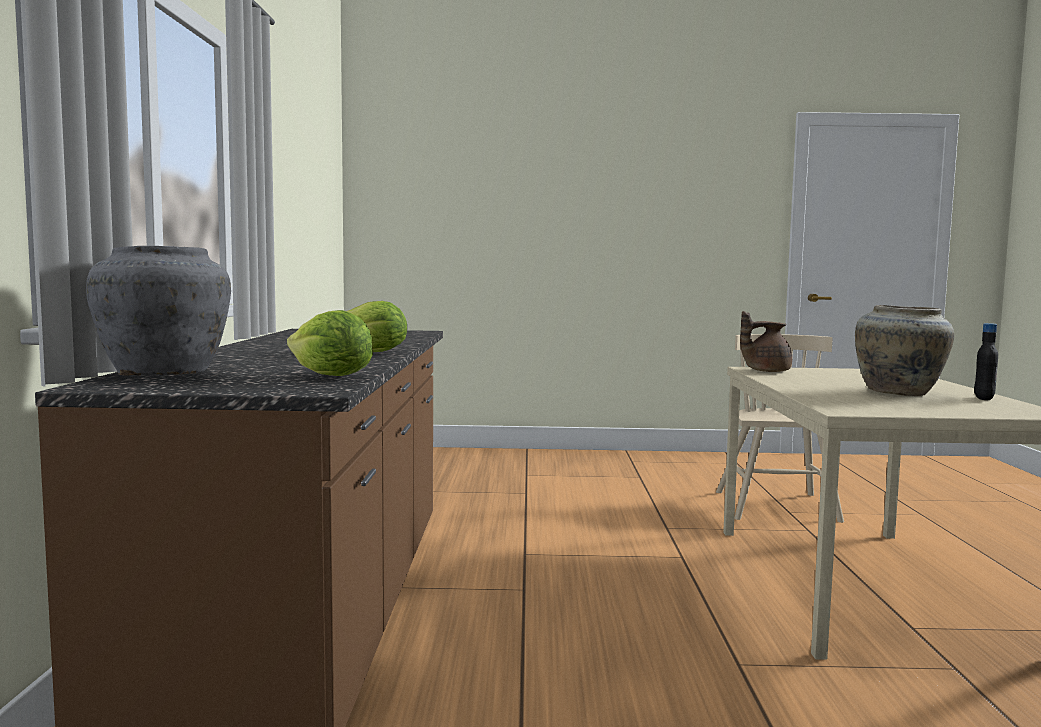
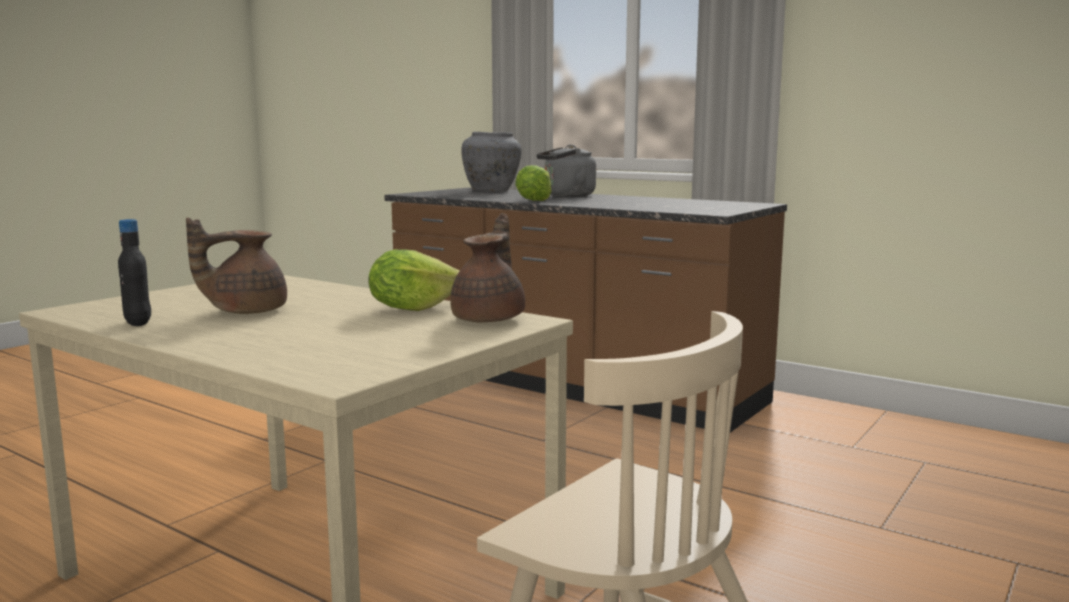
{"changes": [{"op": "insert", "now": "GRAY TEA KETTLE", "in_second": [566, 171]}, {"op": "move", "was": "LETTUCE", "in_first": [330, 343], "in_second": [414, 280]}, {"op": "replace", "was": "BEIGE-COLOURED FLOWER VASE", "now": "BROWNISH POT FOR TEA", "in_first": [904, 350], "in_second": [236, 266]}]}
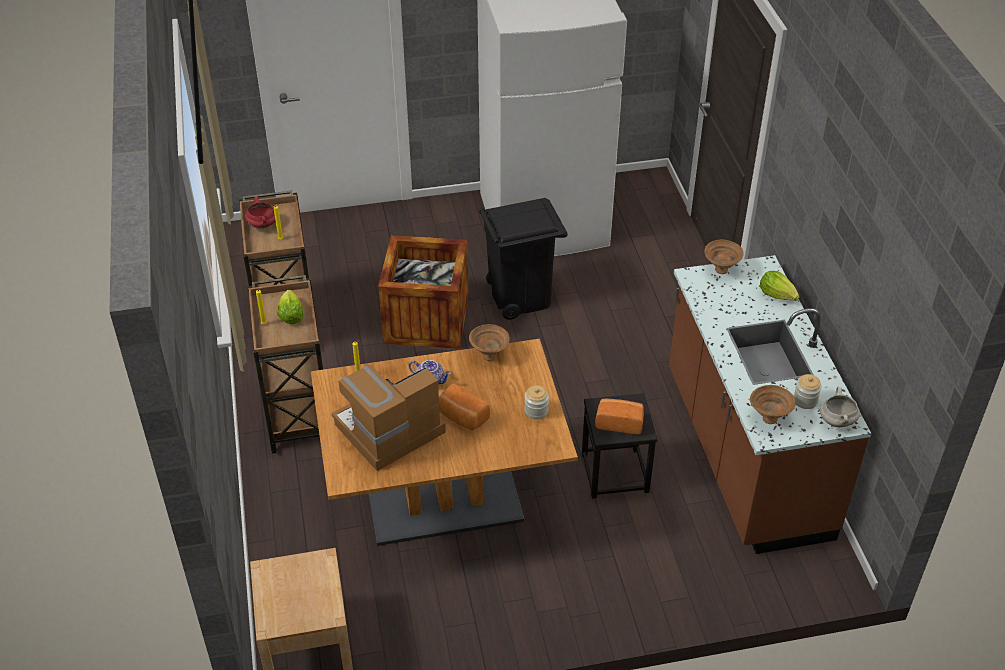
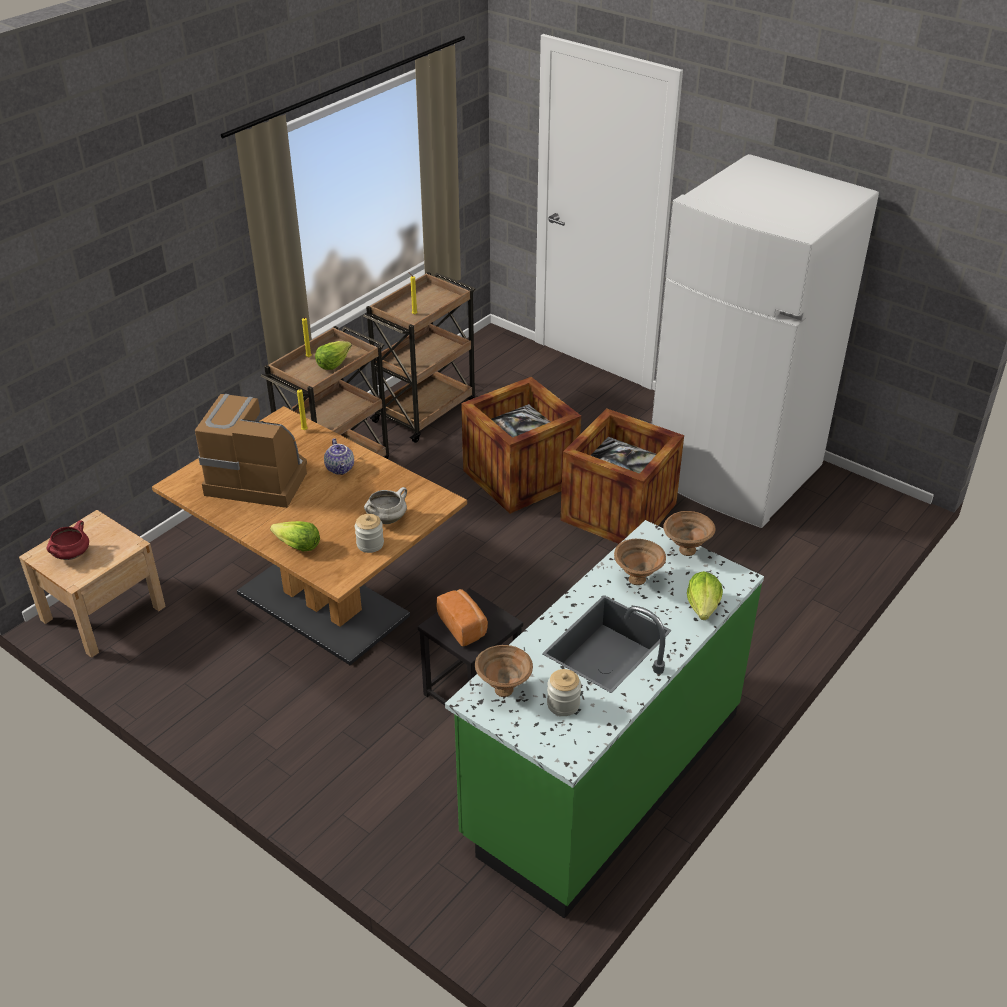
{"changes": [{"op": "delete", "was": "BAKED BREAD", "in_first": [464, 406]}, {"op": "insert", "now": "LETTUCE", "in_second": [295, 536]}, {"op": "move", "was": "RED-COLOURED SAUCEPOT", "in_first": [260, 212], "in_second": [68, 540]}, {"op": "move", "was": "BROWNISH DEEP DISH", "in_first": [489, 342], "in_second": [640, 562]}, {"op": "move", "was": "WHITISH SAUCEPOT", "in_first": [840, 407], "in_second": [385, 505]}, {"op": "replace", "was": "BLACKISH WASTE BIN", "now": "CRATE", "in_first": [523, 259], "in_second": [622, 476]}, {"op": "recolor", "was": "BROWNISH KITCHEN BASE UNIT", "now": "GREEN-COLOURED KITCHEN BASE UNIT", "in_first": [770, 404], "in_second": [604, 719]}]}
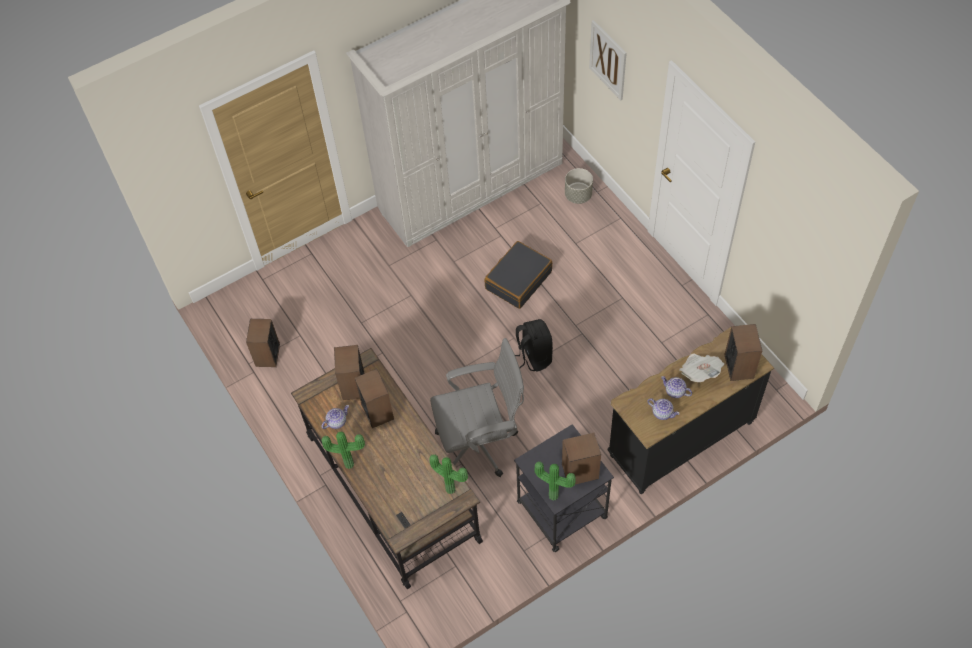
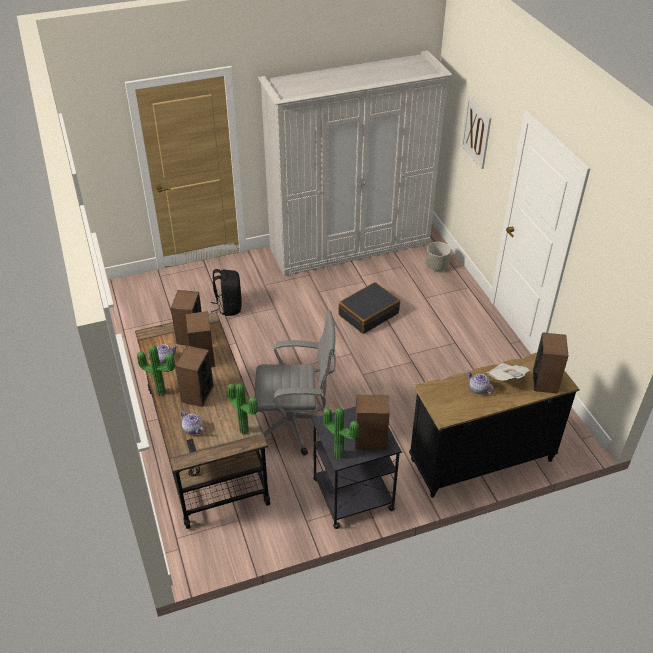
{"changes": [{"op": "move", "was": "LOUDSPEAKER", "in_first": [263, 343], "in_second": [194, 376]}, {"op": "move", "was": "BLACKISH BACKPACK", "in_first": [534, 345], "in_second": [226, 292]}, {"op": "move", "was": "POT FOR TEA", "in_first": [663, 409], "in_second": [192, 423]}]}
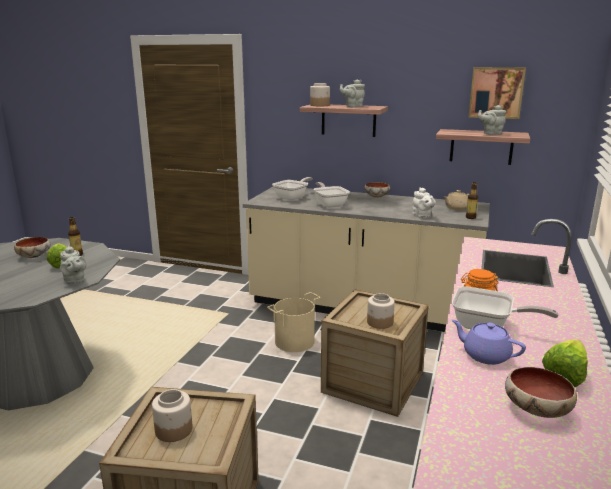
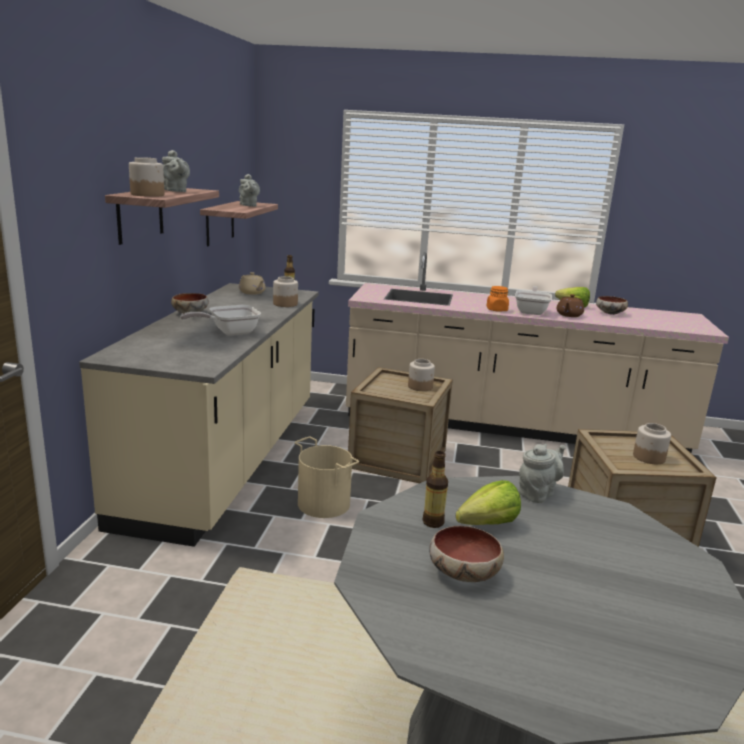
{"changes": [{"op": "delete", "was": "PAN", "in_first": [292, 188]}, {"op": "delete", "was": "WALL ART", "in_first": [497, 93]}, {"op": "replace", "was": "WHITISH POT FOR TEA", "now": "STORAGE JAR", "in_first": [424, 202], "in_second": [285, 291]}, {"op": "recolor", "was": "PURPLE-COLOURED POT FOR TEA", "now": "BROWNISH POT FOR TEA", "in_first": [489, 342], "in_second": [570, 305]}]}
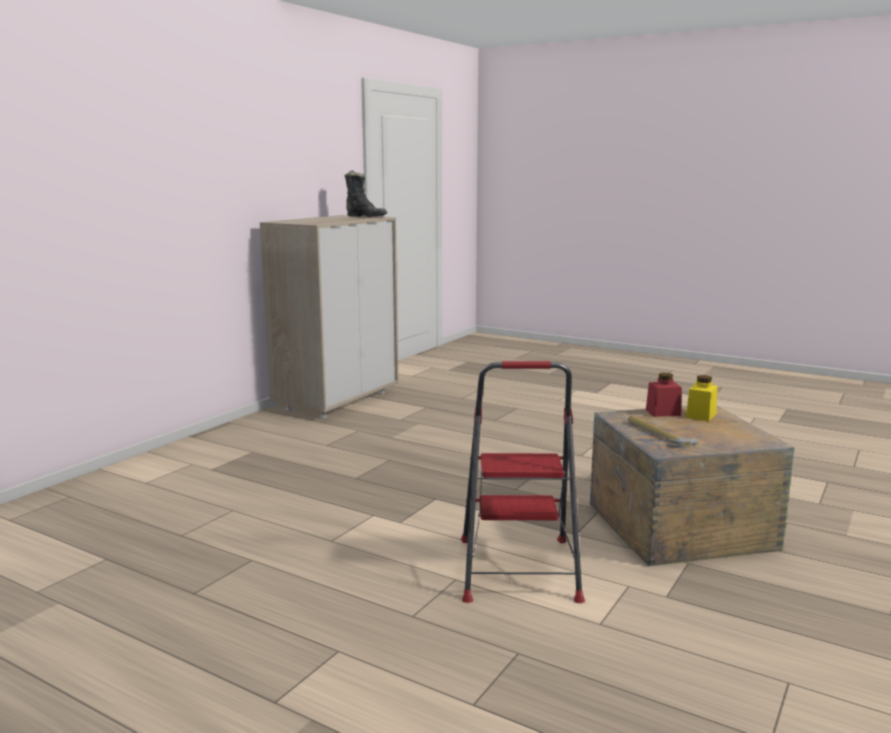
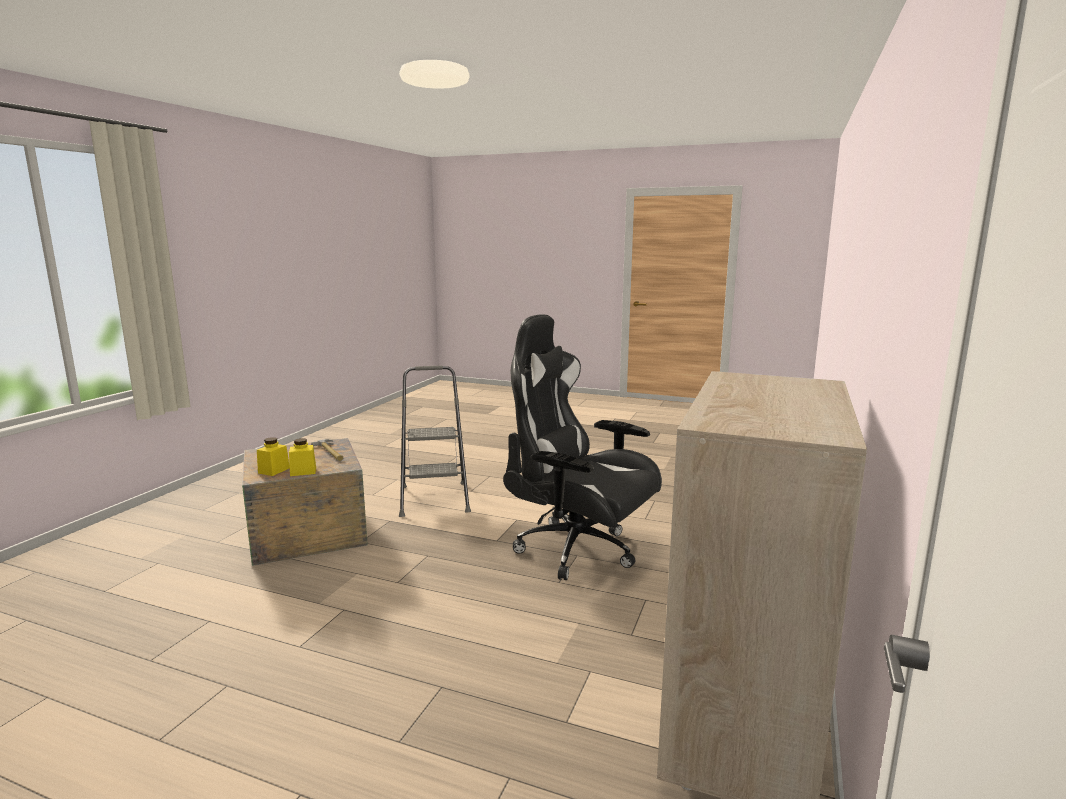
{"changes": [{"op": "delete", "was": "BLACKISH TALL BOOT", "in_first": [365, 193]}, {"op": "insert", "now": "BLACKISH OFFICE CHAIR", "in_second": [582, 447]}, {"op": "recolor", "was": "RED-COLOURED STEP STOOL", "now": "GRAY STEP STOOL", "in_first": [523, 482], "in_second": [435, 441]}, {"op": "recolor", "was": "RED-COLOURED STORAGE JAR", "now": "YELLOWISH STORAGE JAR", "in_first": [664, 395], "in_second": [302, 457]}]}
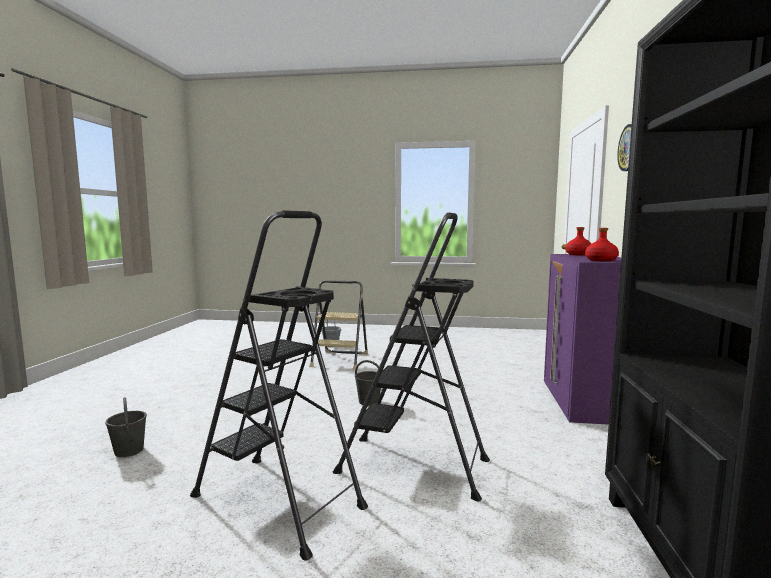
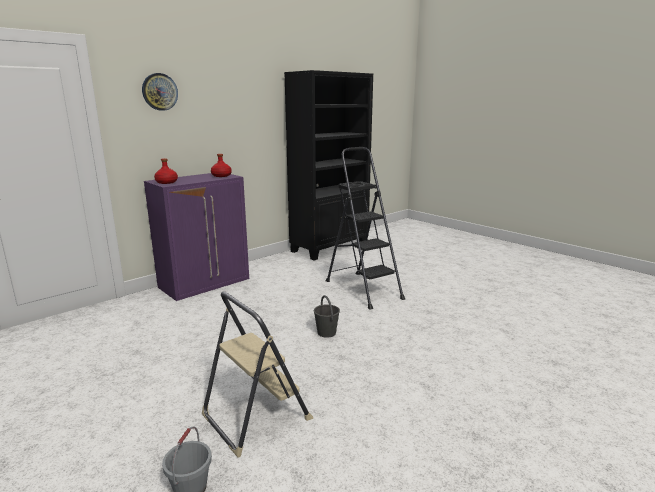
{"changes": [{"op": "delete", "was": "GRAY PAIL", "in_first": [126, 427]}, {"op": "delete", "was": "STEP STOOL", "in_first": [279, 385]}]}
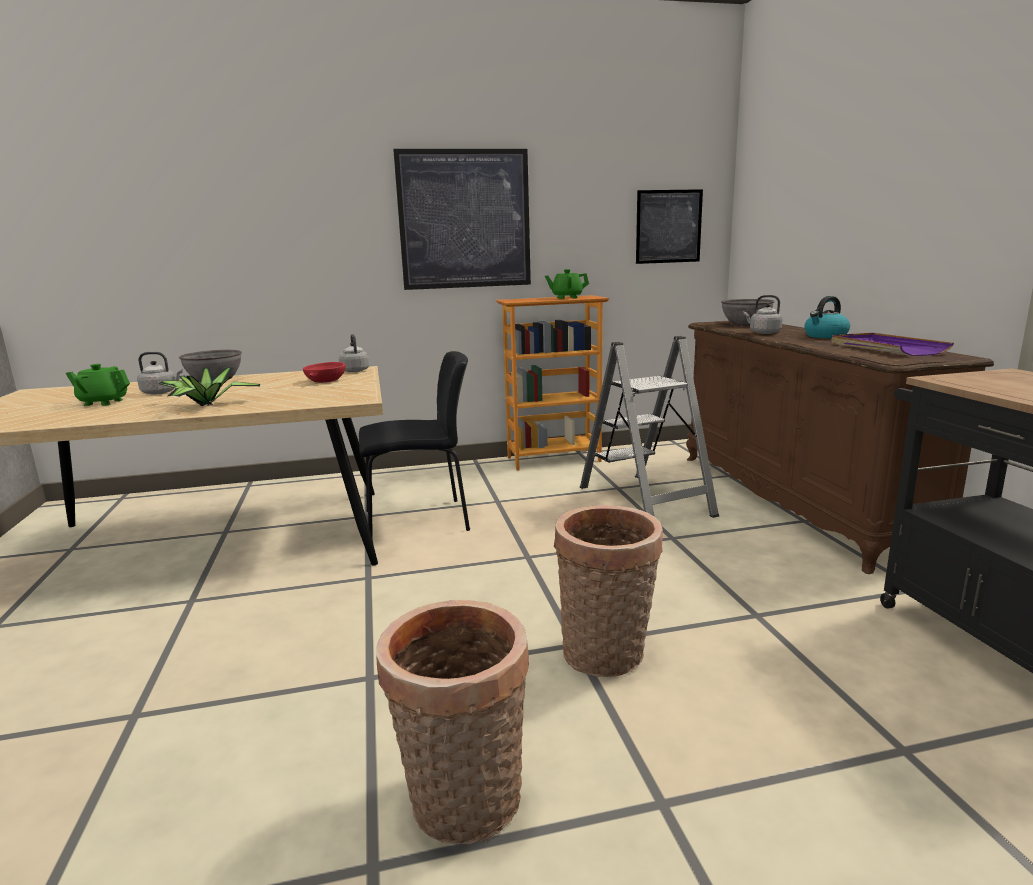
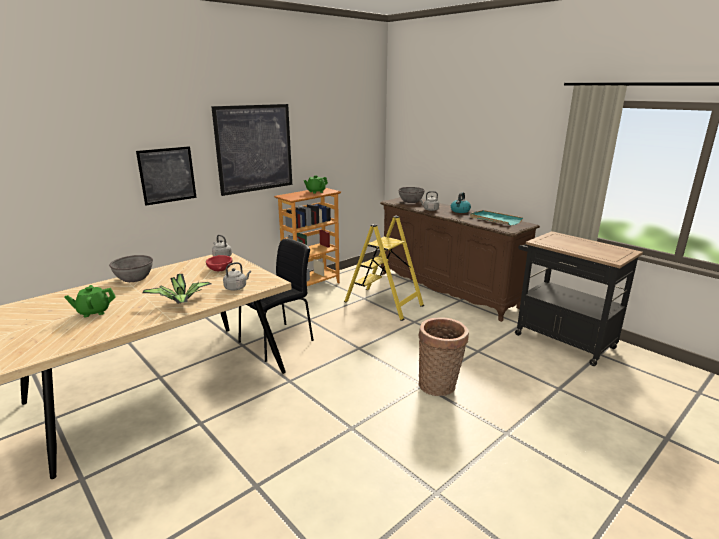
{"changes": [{"op": "delete", "was": "BASKET", "in_first": [452, 722]}, {"op": "move", "was": "GRAY TEA KETTLE", "in_first": [160, 373], "in_second": [237, 276]}, {"op": "move", "was": "WALL ART", "in_first": [669, 226], "in_second": [166, 176]}, {"op": "recolor", "was": "GRAY STEP STOOL", "now": "YELLOWISH STEP STOOL", "in_first": [649, 427], "in_second": [384, 268]}, {"op": "recolor", "was": "PURPLE-COLOURED TRAY", "now": "TURQUOISE-COLOURED TRAY", "in_first": [893, 344], "in_second": [496, 218]}]}
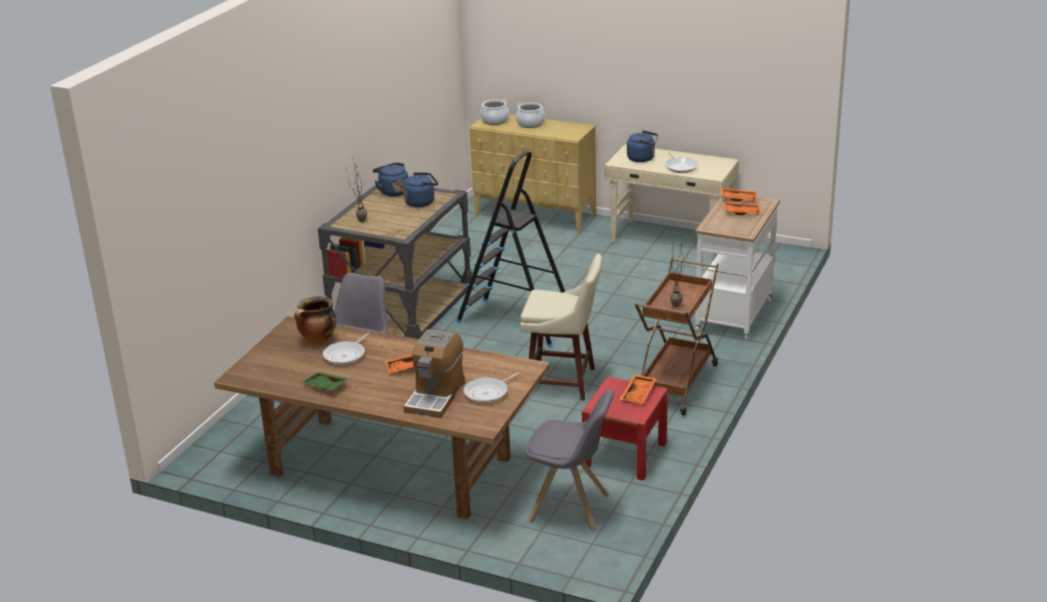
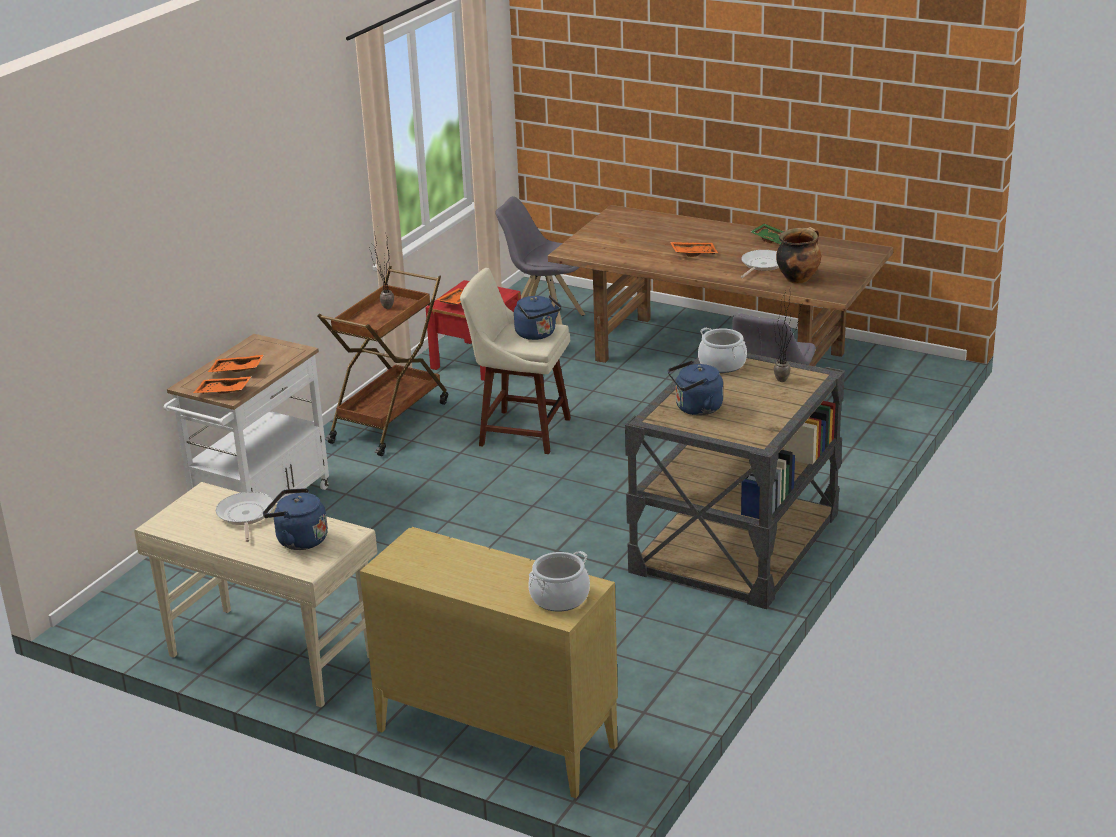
{"changes": [{"op": "delete", "was": "COFFEE MAKER", "in_first": [434, 373]}, {"op": "delete", "was": "BLACKISH STEP STOOL", "in_first": [510, 249]}, {"op": "delete", "was": "PAN", "in_first": [492, 387]}, {"op": "move", "was": "BLUE-COLOURED TEA KETTLE", "in_first": [390, 179], "in_second": [538, 317]}, {"op": "move", "was": "SAUCEPOT", "in_first": [530, 115], "in_second": [722, 350]}]}
